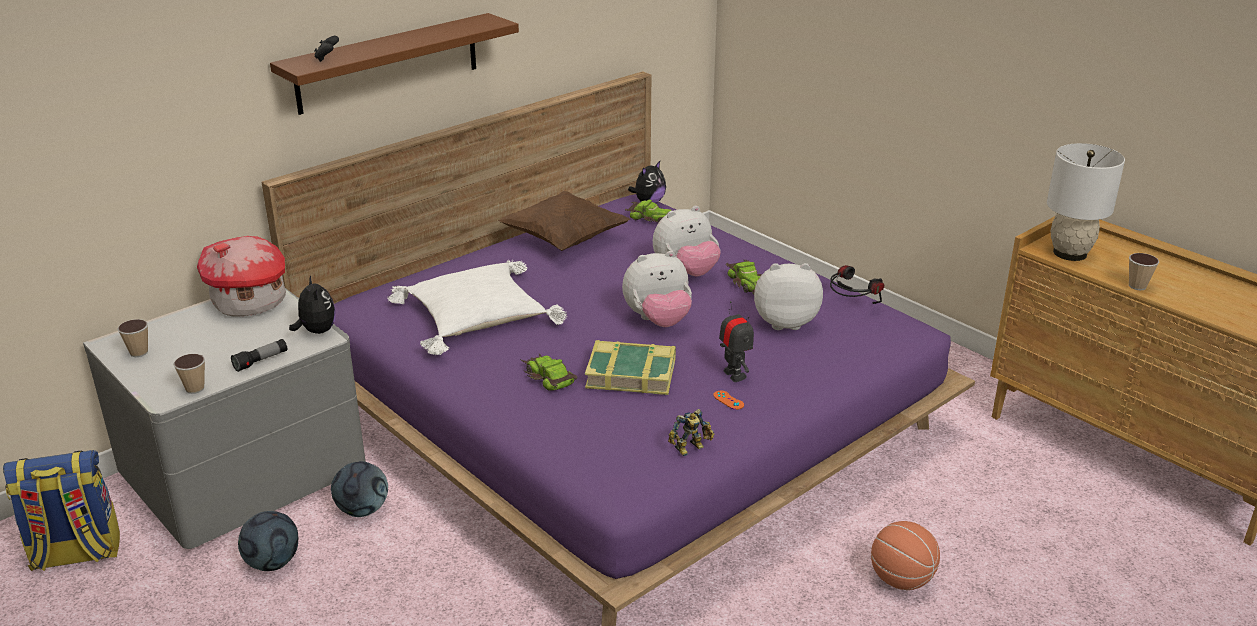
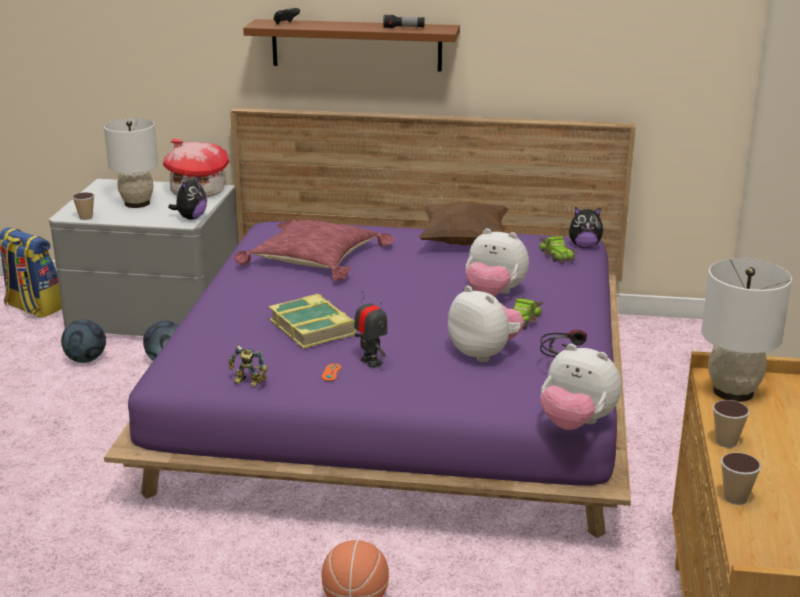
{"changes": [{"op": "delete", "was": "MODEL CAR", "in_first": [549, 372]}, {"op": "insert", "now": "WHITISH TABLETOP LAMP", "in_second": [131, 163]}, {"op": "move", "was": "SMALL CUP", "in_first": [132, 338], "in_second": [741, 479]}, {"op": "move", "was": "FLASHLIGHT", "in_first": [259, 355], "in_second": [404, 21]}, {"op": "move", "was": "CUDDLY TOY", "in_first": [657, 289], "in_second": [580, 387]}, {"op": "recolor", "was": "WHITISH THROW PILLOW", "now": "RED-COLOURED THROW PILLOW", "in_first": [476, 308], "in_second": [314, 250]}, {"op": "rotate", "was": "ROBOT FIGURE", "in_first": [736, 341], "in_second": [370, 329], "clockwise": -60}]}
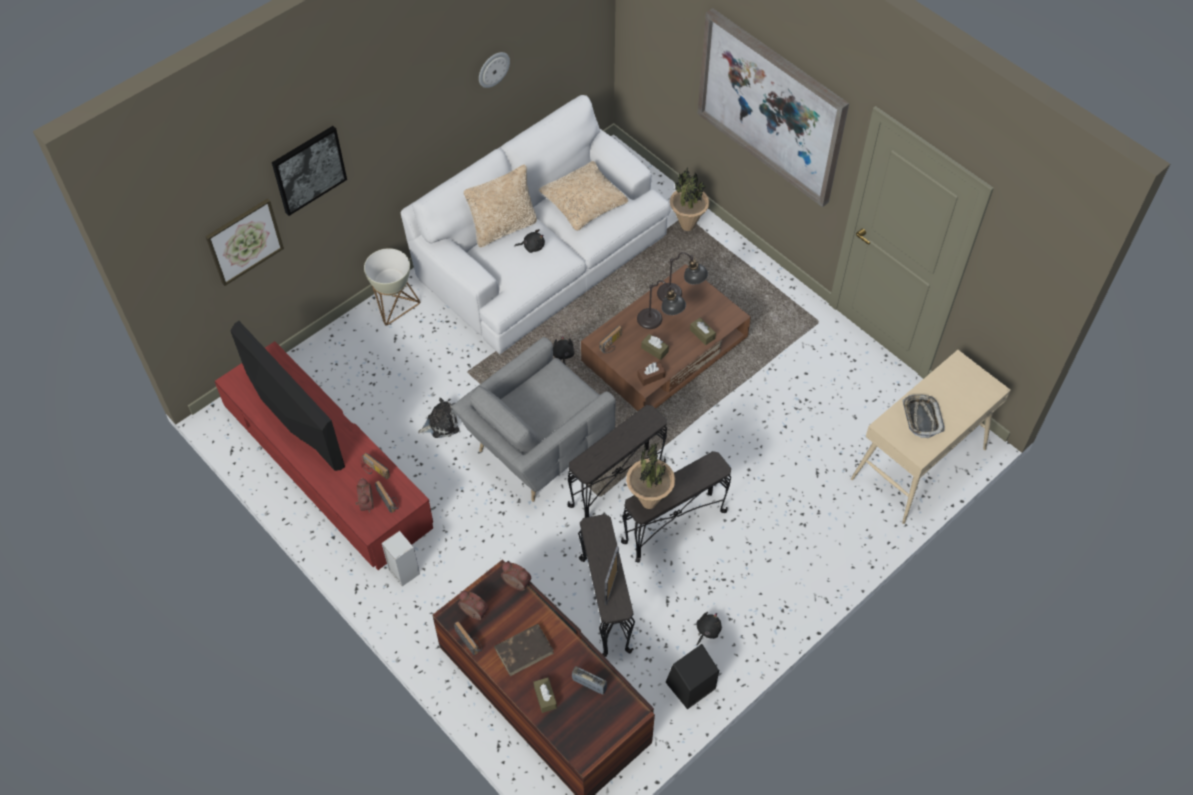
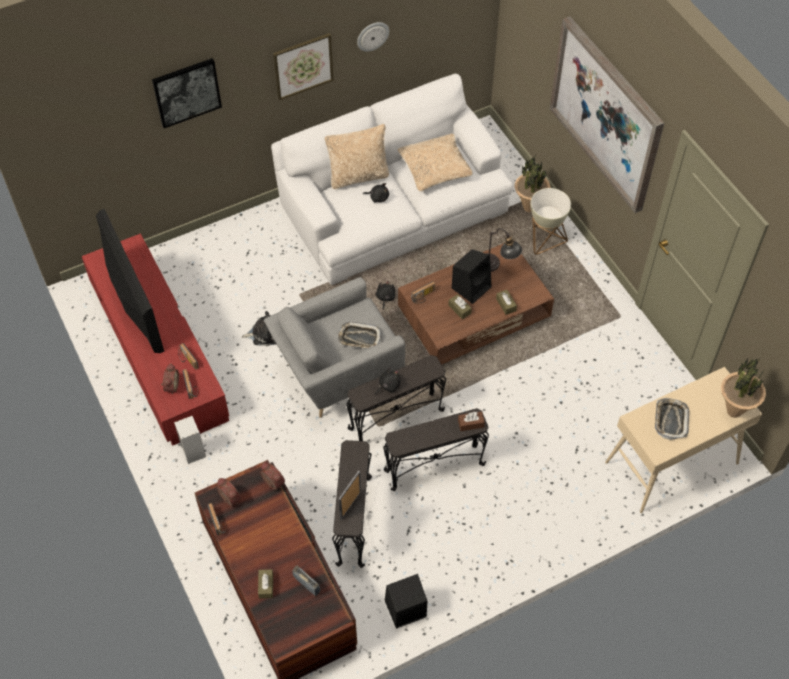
{"changes": [{"op": "delete", "was": "BROWNISH VOLUME", "in_first": [524, 650]}, {"op": "insert", "now": "TRAY", "in_second": [359, 335]}, {"op": "move", "was": "WALL ART", "in_first": [244, 242], "in_second": [303, 67]}, {"op": "move", "was": "FLOWER POT", "in_first": [392, 286], "in_second": [550, 221]}, {"op": "move", "was": "POTTED PLANT", "in_first": [650, 475], "in_second": [743, 387]}, {"op": "move", "was": "BROWNISH TISSUE HOLDER", "in_first": [651, 374], "in_second": [471, 421]}, {"op": "move", "was": "BLACKISH CUDDLY TOY", "in_first": [709, 628], "in_second": [388, 381]}, {"op": "replace", "was": "GRAY TABLETOP LAMP", "now": "BLACKISH LOUDSPEAKER", "in_first": [661, 304], "in_second": [472, 276]}]}
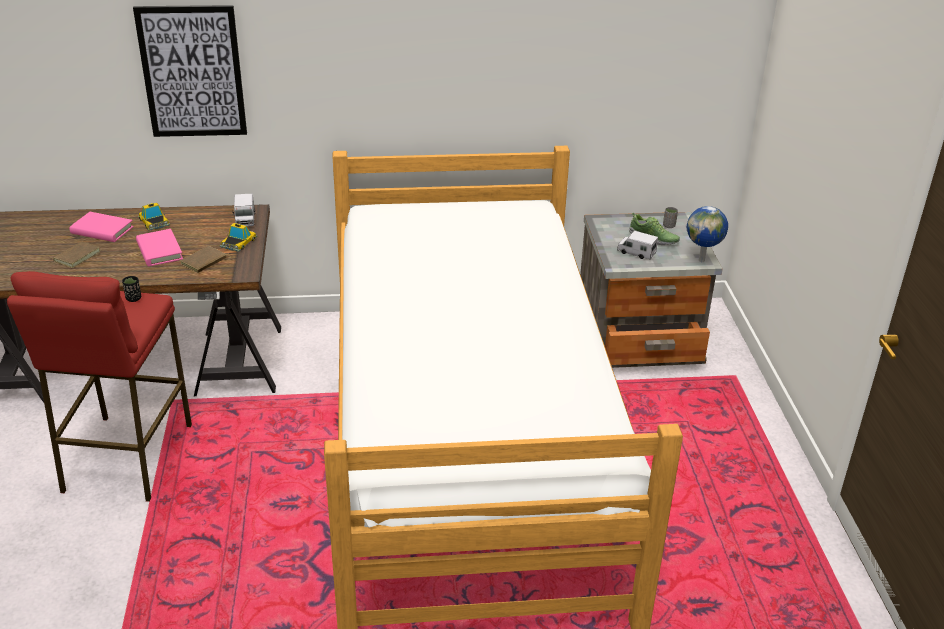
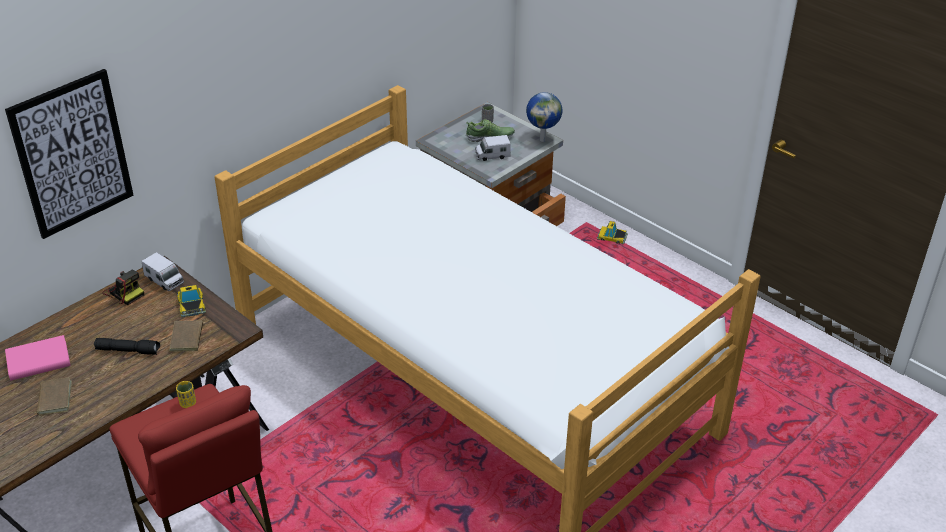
{"changes": [{"op": "insert", "now": "PHOTO CAMERA", "in_second": [123, 287]}, {"op": "move", "was": "MODEL CAR", "in_first": [154, 217], "in_second": [612, 232]}, {"op": "replace", "was": "PINKISH VOLUME", "now": "BLACKISH FLASHLIGHT", "in_first": [159, 247], "in_second": [127, 346]}, {"op": "recolor", "was": "BLACKISH SMALL CUP", "now": "YELLOWISH SMALL CUP", "in_first": [131, 289], "in_second": [186, 394]}]}
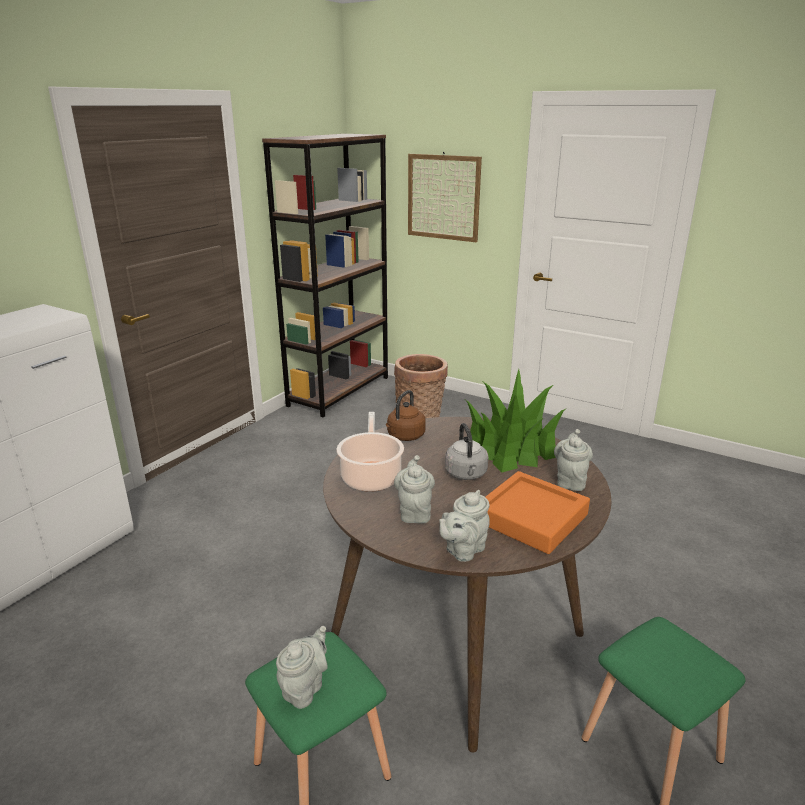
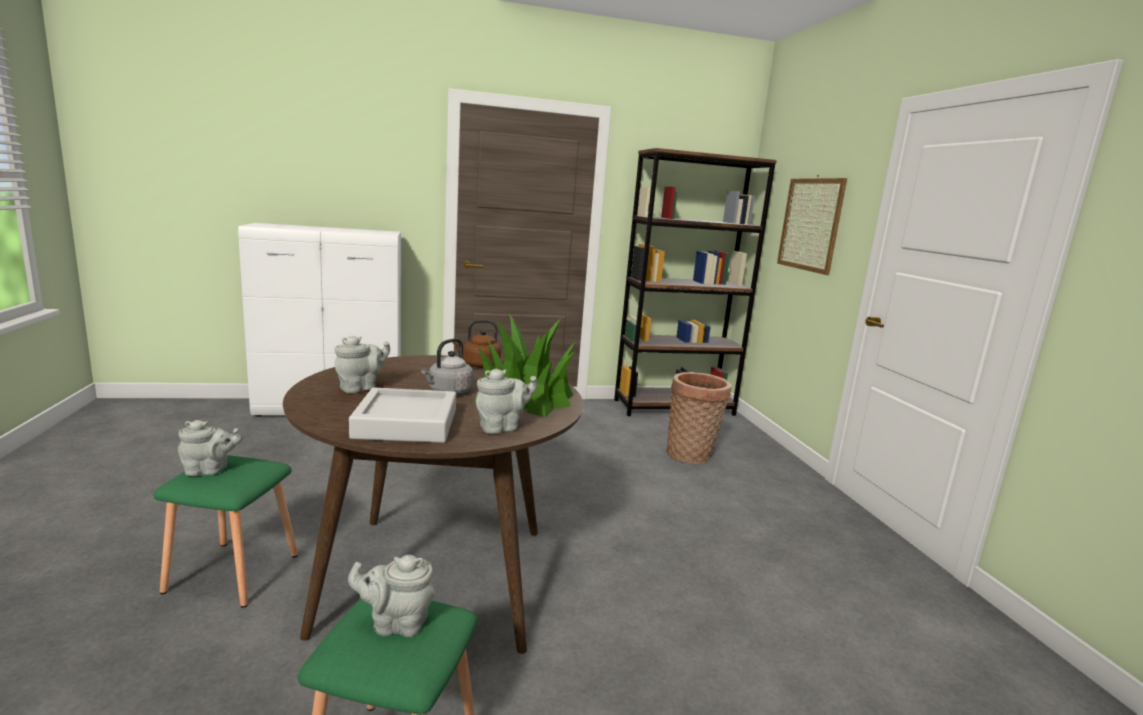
{"changes": [{"op": "delete", "was": "SAUCEPOT", "in_first": [370, 452]}, {"op": "move", "was": "GRAY POT FOR TEA", "in_first": [464, 526], "in_second": [391, 596]}, {"op": "recolor", "was": "ORANGE TRAY", "now": "GRAY TRAY", "in_first": [537, 512], "in_second": [402, 415]}]}
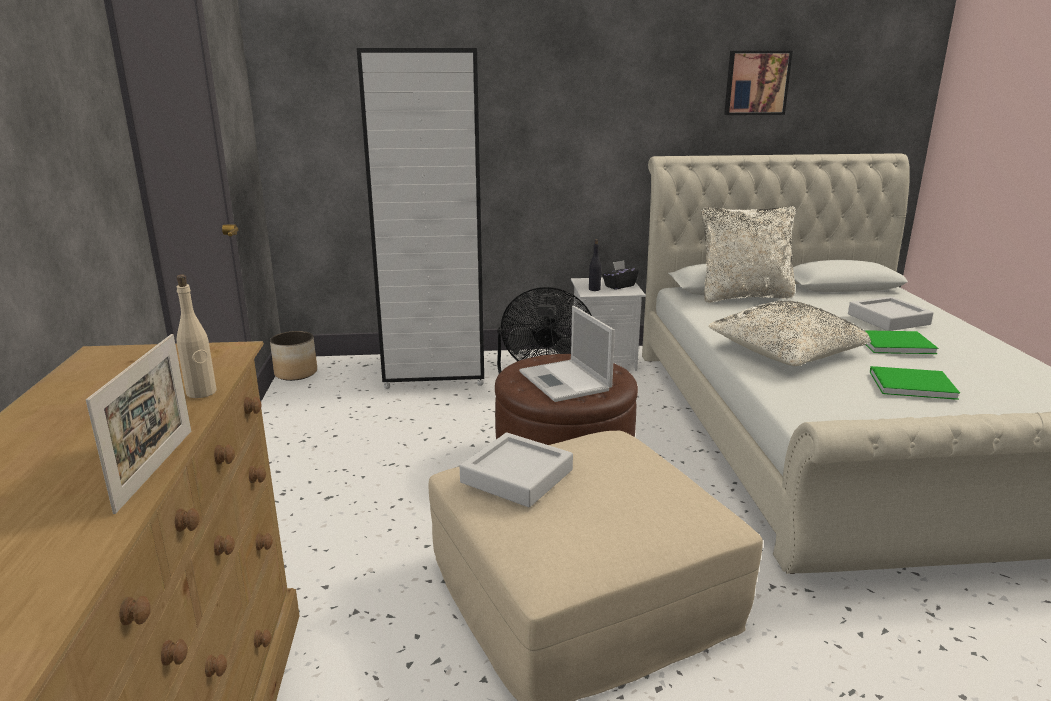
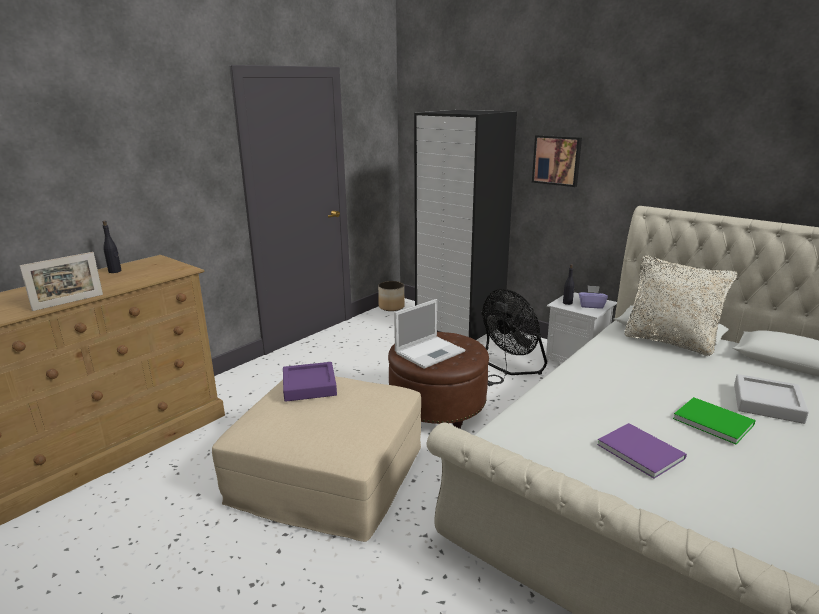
{"changes": [{"op": "delete", "was": "BEIGE-COLOURED DRINK BOTTLE", "in_first": [196, 336]}, {"op": "delete", "was": "BEIGE-COLOURED THROW PILLOW", "in_first": [790, 333]}, {"op": "insert", "now": "BLACKISH DRINK BOTTLE", "in_second": [111, 247]}, {"op": "move", "was": "WALL ART", "in_first": [758, 83], "in_second": [557, 161]}, {"op": "recolor", "was": "GRAY TRAY", "now": "PURPLE-COLOURED TRAY", "in_first": [516, 469], "in_second": [310, 382]}, {"op": "recolor", "was": "BLACKISH TISSUE HOLDER", "now": "PURPLE-COLOURED TISSUE HOLDER", "in_first": [620, 275], "in_second": [593, 297]}, {"op": "recolor", "was": "GREEN-COLOURED VOLUME", "now": "PURPLE-COLOURED VOLUME", "in_first": [915, 383], "in_second": [642, 451]}, {"op": "rotate", "was": "PORTABLE COMPUTER", "in_first": [567, 354], "in_second": [429, 334], "clockwise": -150}]}
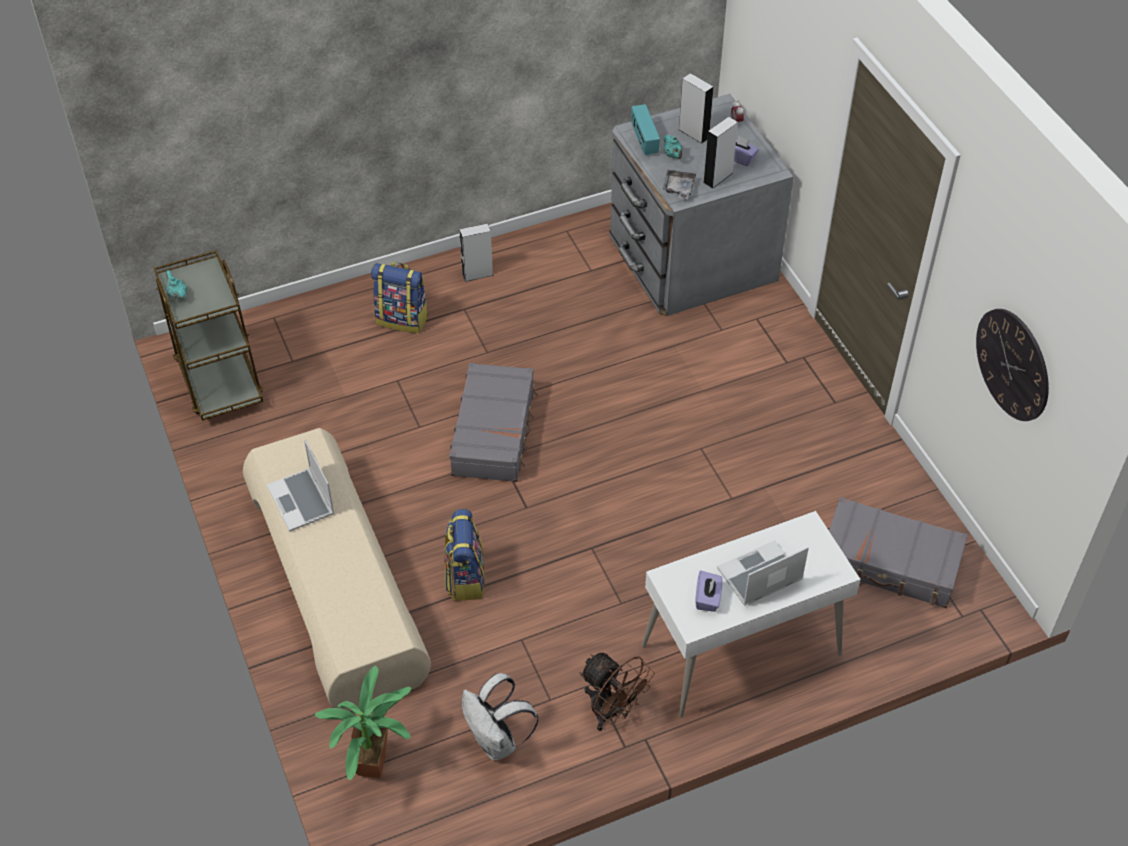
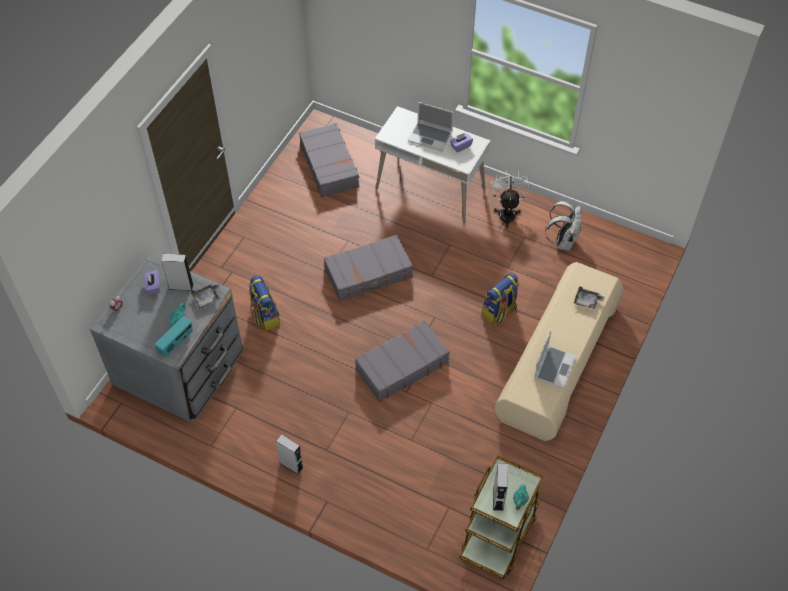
{"changes": [{"op": "delete", "was": "POTTED PLANT", "in_first": [363, 723]}, {"op": "delete", "was": "HANGING CLOCK", "in_first": [1012, 365]}, {"op": "insert", "now": "GRAY PIECE OF LUGGAGE", "in_second": [368, 268]}, {"op": "insert", "now": "GRAY TRAY", "in_second": [589, 297]}, {"op": "move", "was": "BACKPACK", "in_first": [399, 297], "in_second": [264, 303]}, {"op": "move", "was": "GRAY LOUDSPEAKER", "in_first": [696, 108], "in_second": [500, 487]}, {"op": "recolor", "was": "BROWNISH ELECTRIC FAN", "now": "WHITISH ELECTRIC FAN", "in_first": [617, 692], "in_second": [509, 200]}]}
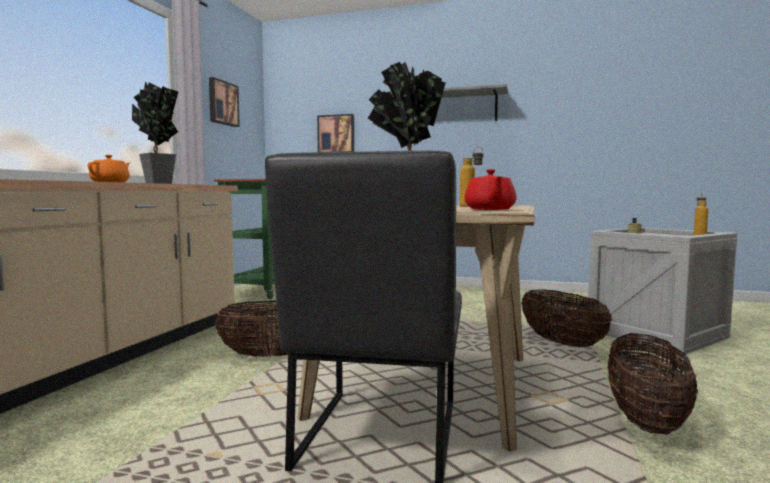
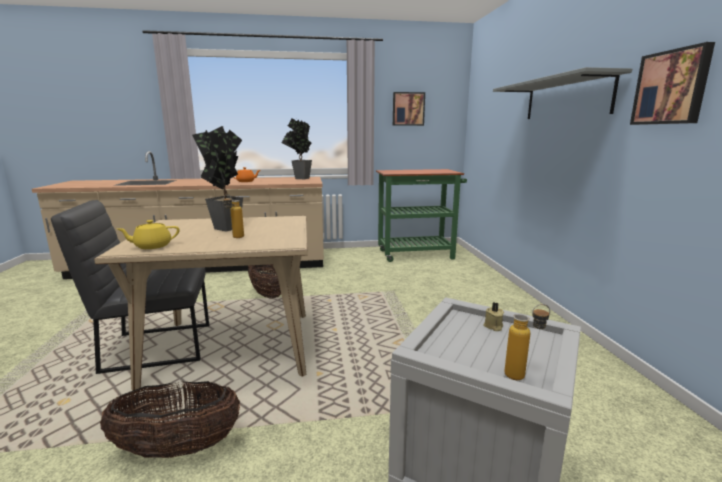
{"changes": [{"op": "delete", "was": "BASKET", "in_first": [566, 318]}, {"op": "move", "was": "WALL ART", "in_first": [335, 133], "in_second": [672, 83]}, {"op": "recolor", "was": "RED-COLOURED POT FOR TEA", "now": "YELLOWISH POT FOR TEA", "in_first": [491, 189], "in_second": [149, 234]}]}
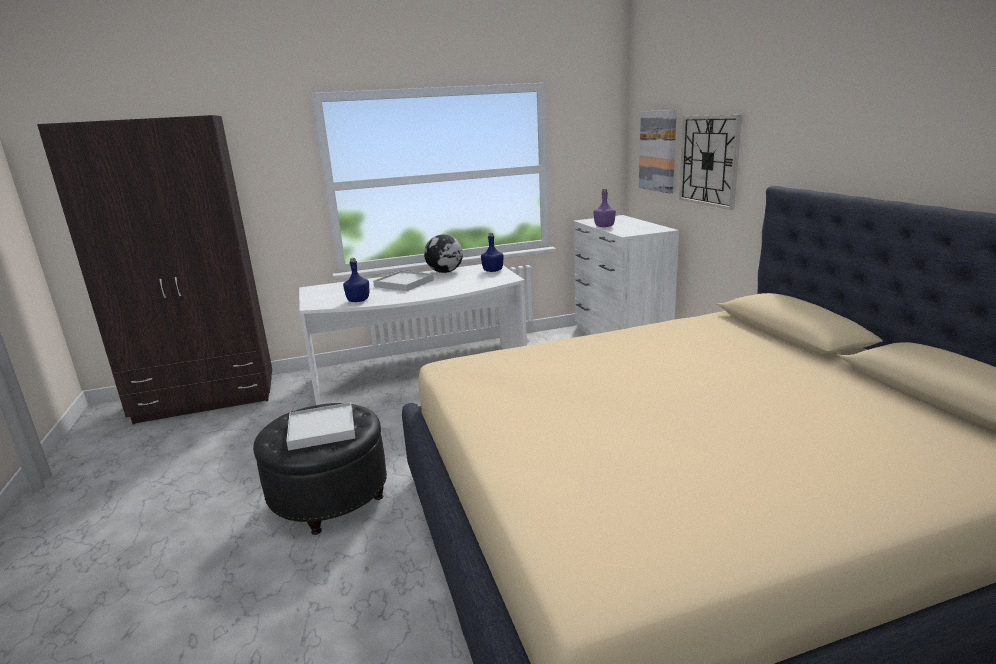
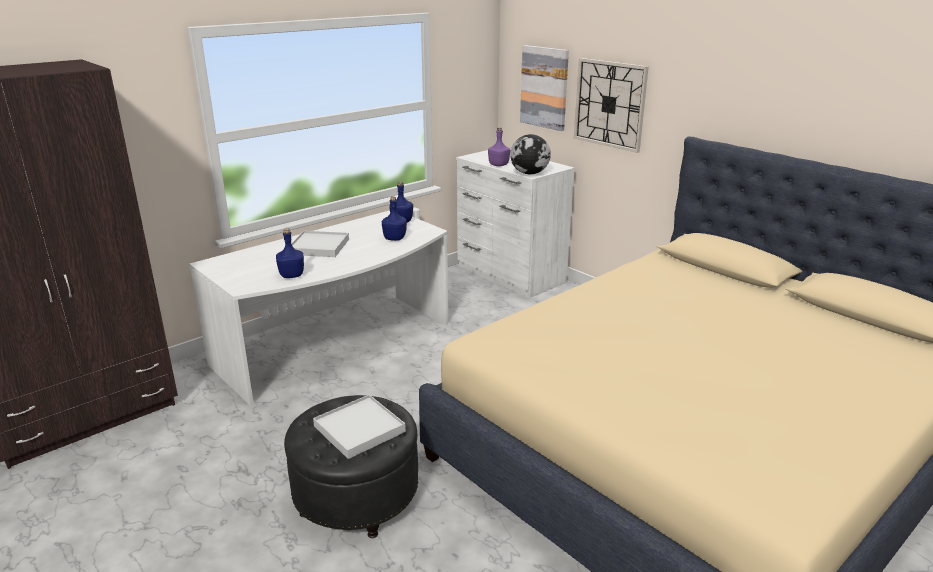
{"changes": [{"op": "insert", "now": "BLUE-COLOURED DRINK BOTTLE", "in_second": [394, 218]}, {"op": "move", "was": "GLOBE", "in_first": [443, 254], "in_second": [530, 154]}]}
